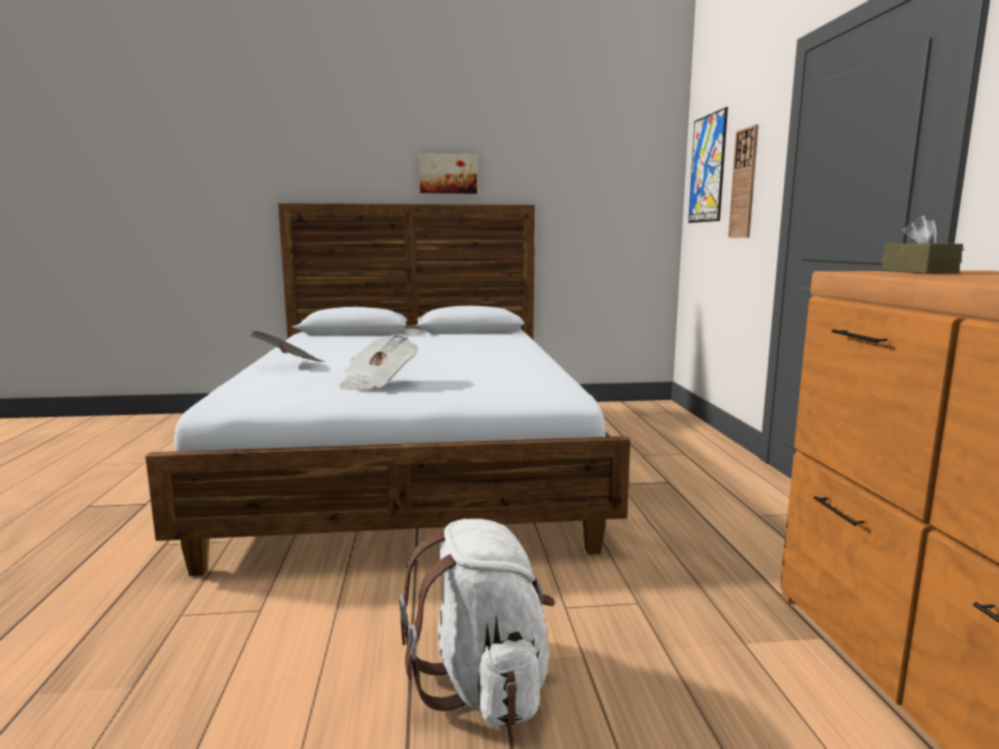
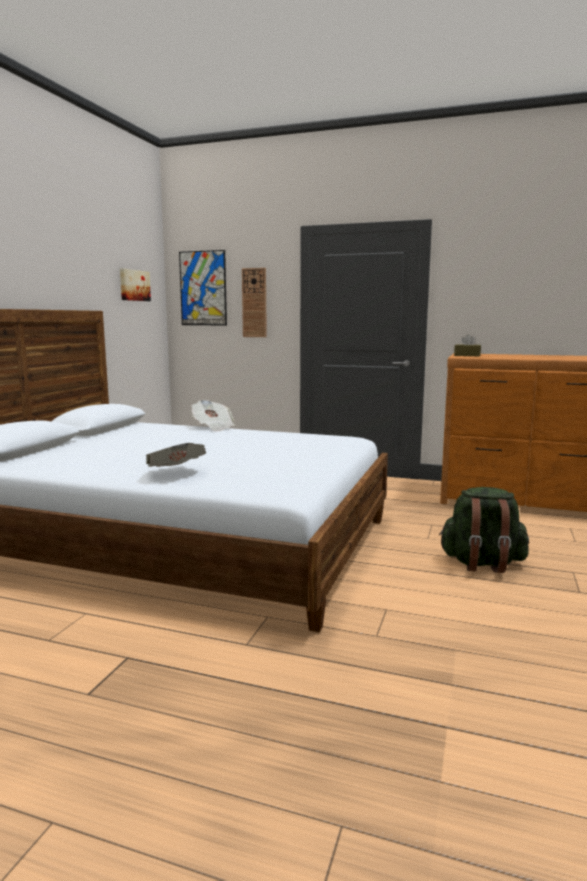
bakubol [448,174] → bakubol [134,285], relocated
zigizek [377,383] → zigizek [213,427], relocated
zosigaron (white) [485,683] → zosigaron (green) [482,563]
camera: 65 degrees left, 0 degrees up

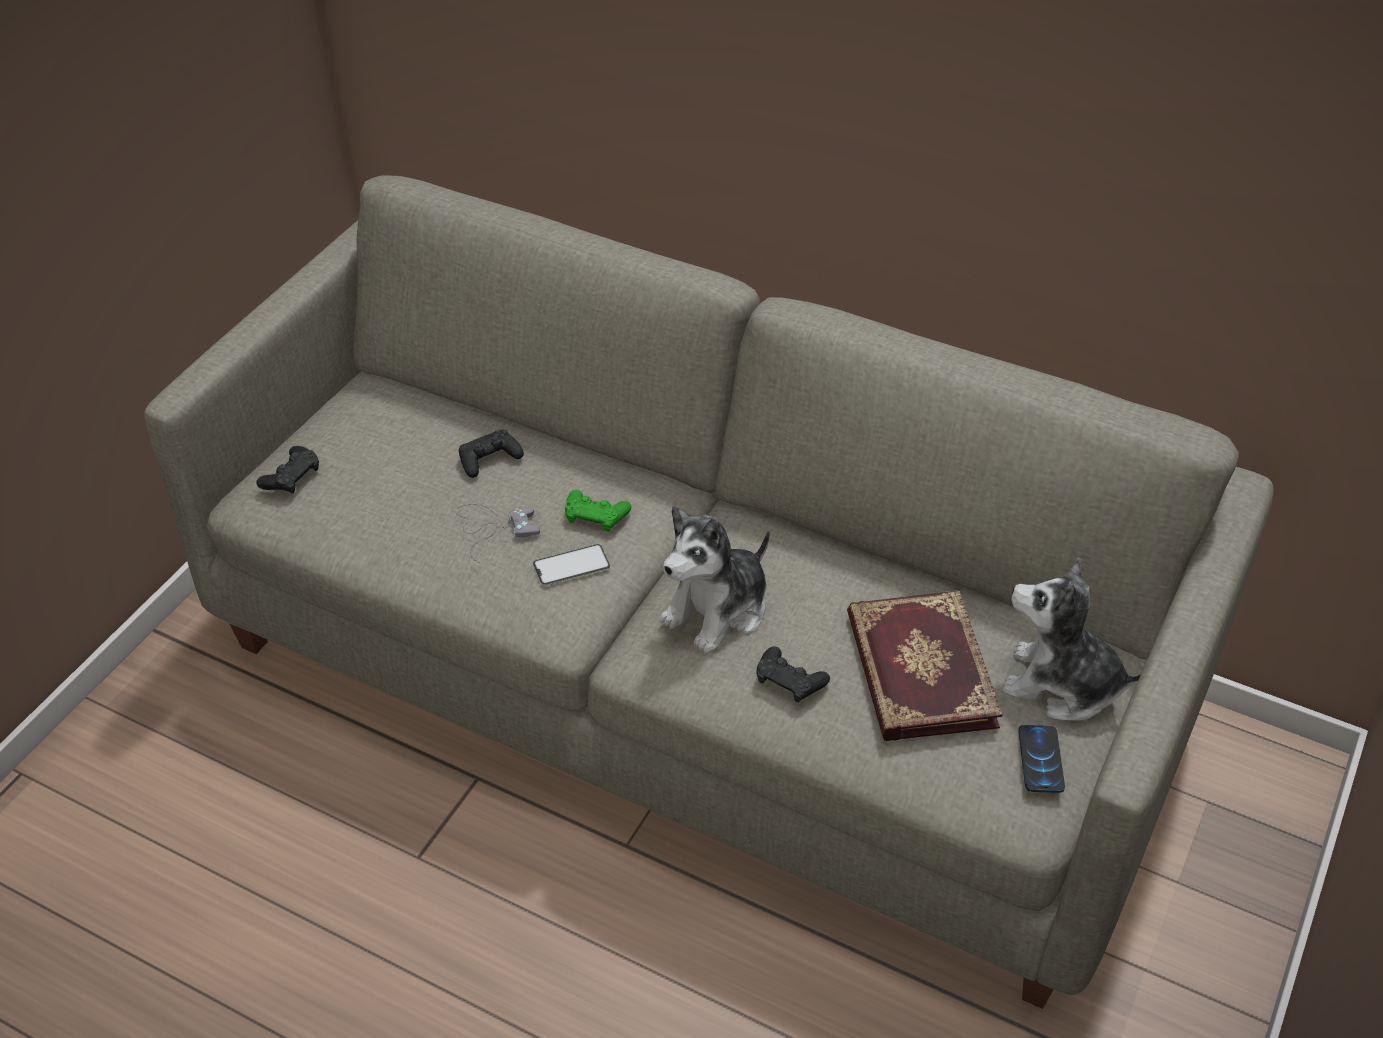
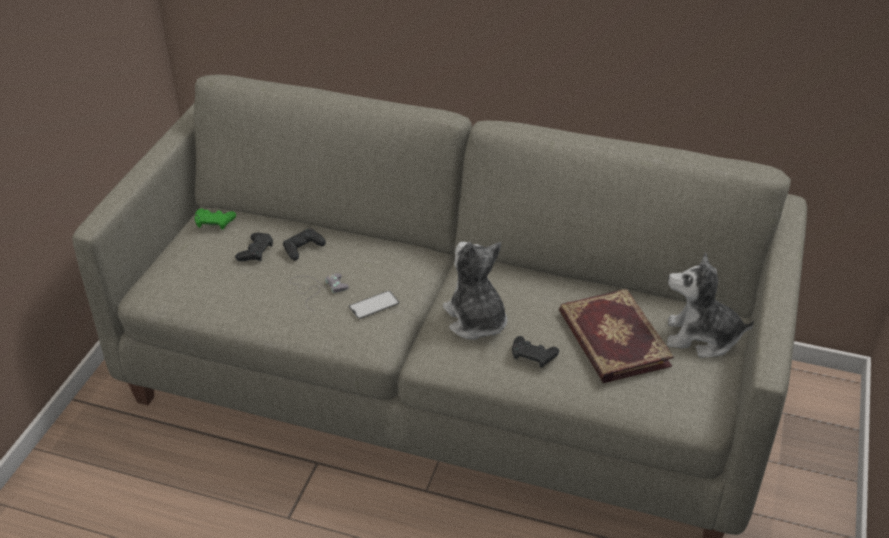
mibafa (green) [596,515] → mibafa (green) [214,222], relocated
mibafa (black) [291,476] → mibafa (black) [255,252], relocated
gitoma [718,610] → gitoma [476,320], 120 degrees clockwise
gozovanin [1040,760] → -
camera: 10 degrees left, 5 degrees down

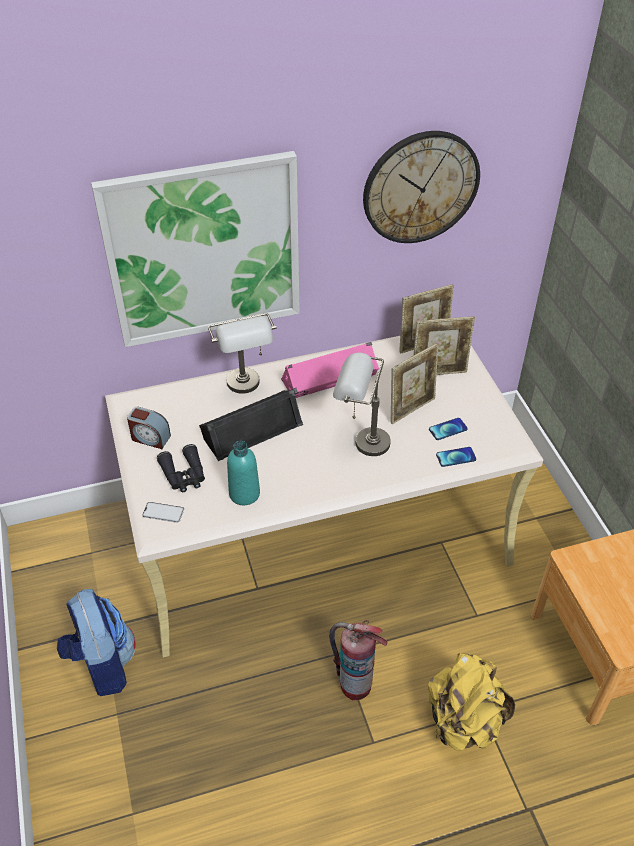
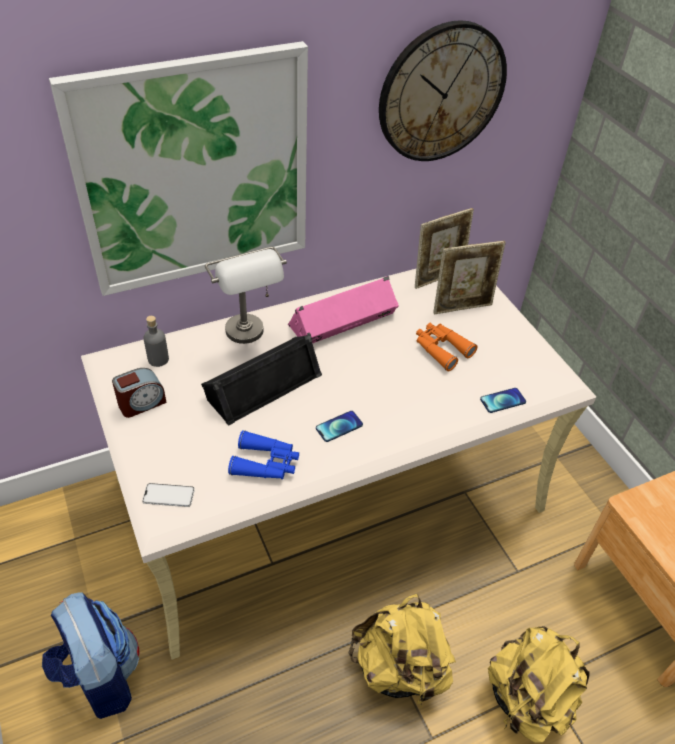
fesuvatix [150,438] → fesuvatix [141,403], 45 degrees counterclockwise
- → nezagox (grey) [158,359]
nezagox (turquoise) [244,494] → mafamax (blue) [266,463]
gozovanin [448,429] → gozovanin [339,427], relocated
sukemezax [355,684] → zosigaron (yellow) [399,668]
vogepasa [411,409] → mafamax (orange) [441,349]
mafamax (black) [184,475] → -
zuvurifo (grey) [360,442] → -
camera: 10 degrees left, 0 degrees up

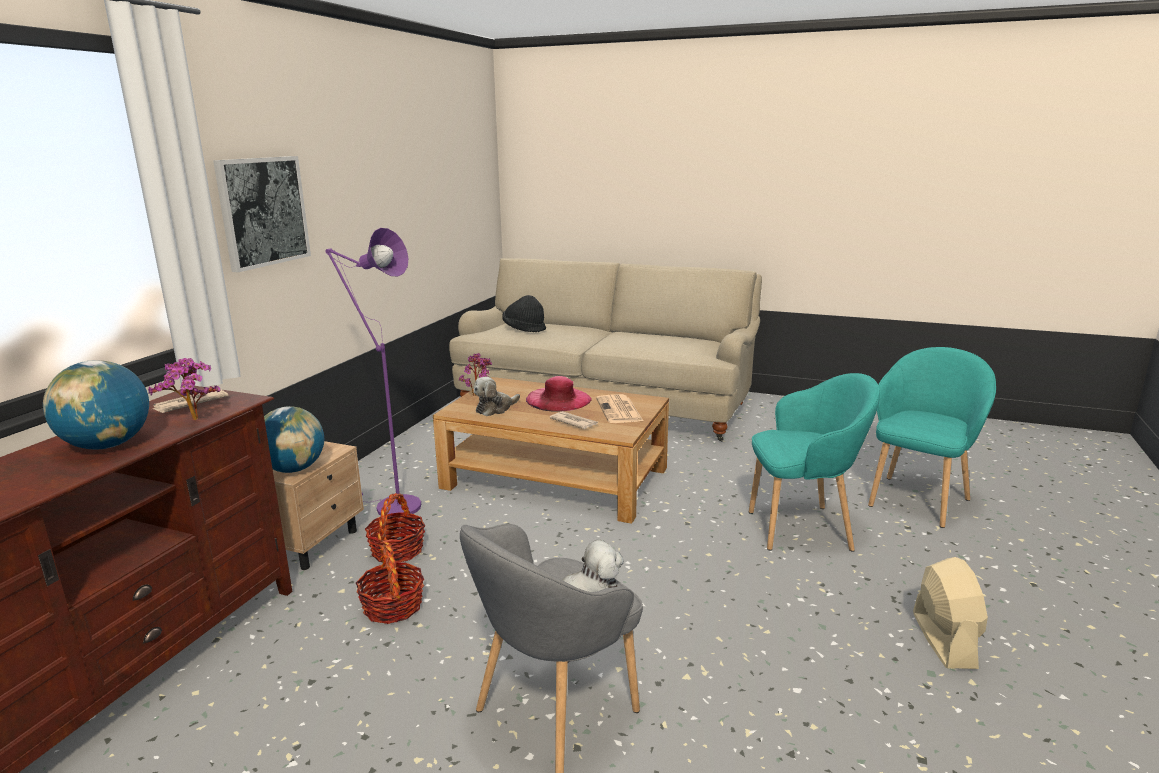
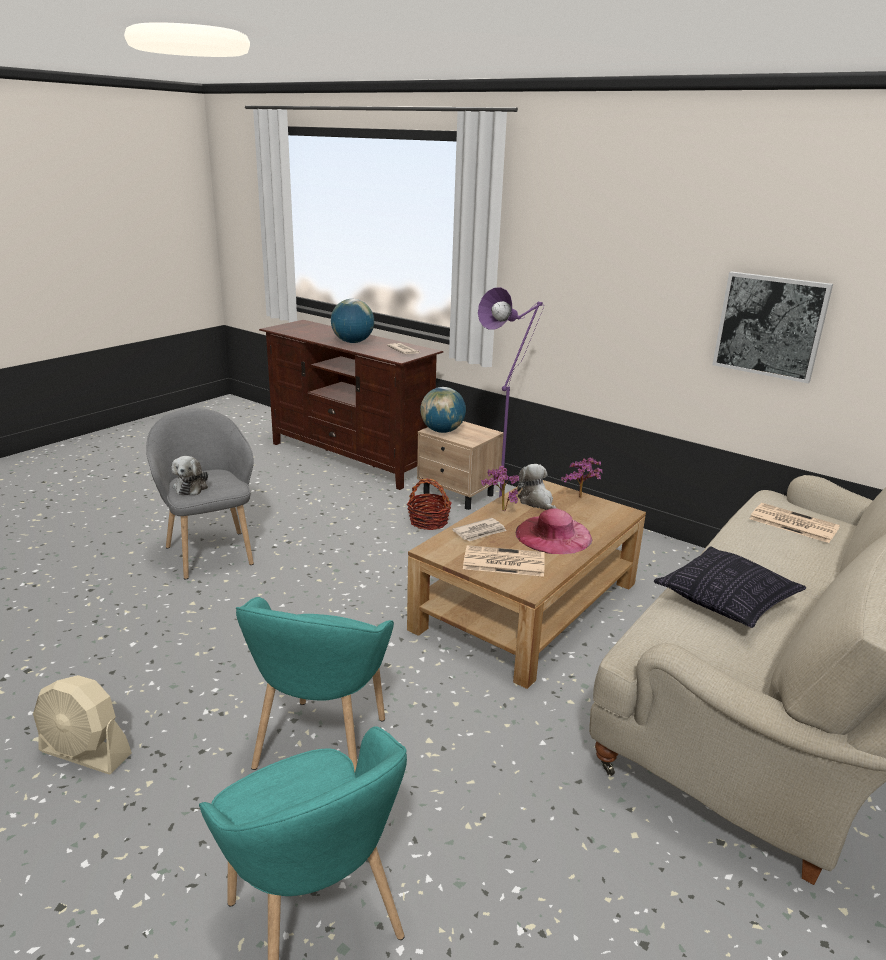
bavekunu [194,421] → bavekunu [500,510], relocated
- → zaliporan [725,601]
bakubol [263,211] → bakubol [770,326], relocated
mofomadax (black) [524,329] → zigizek [792,523]
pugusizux [393,607] → -
camera: 105 degrees right, 5 degrees up

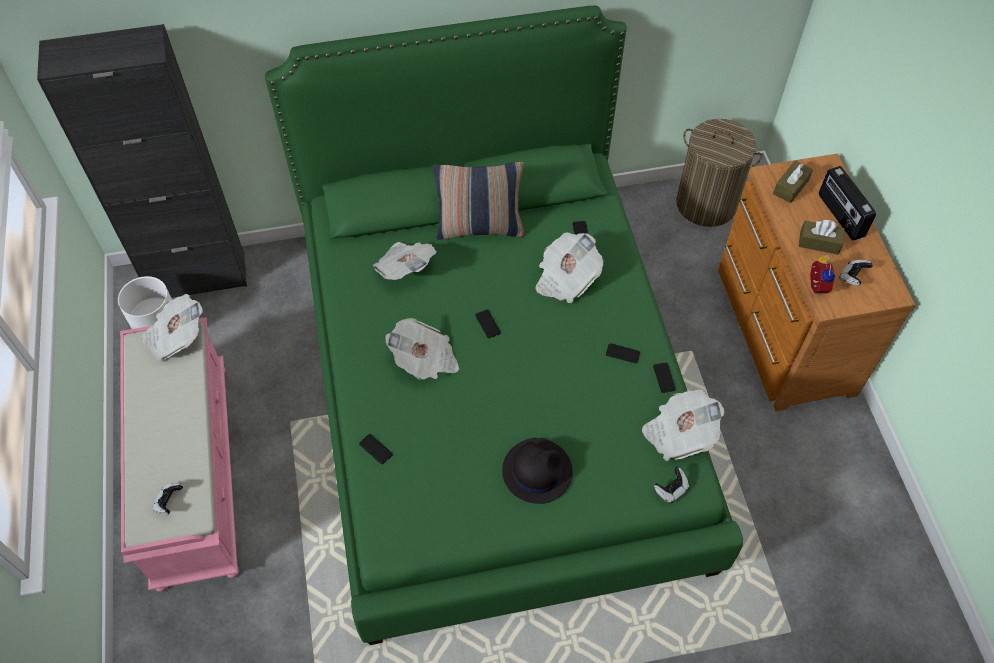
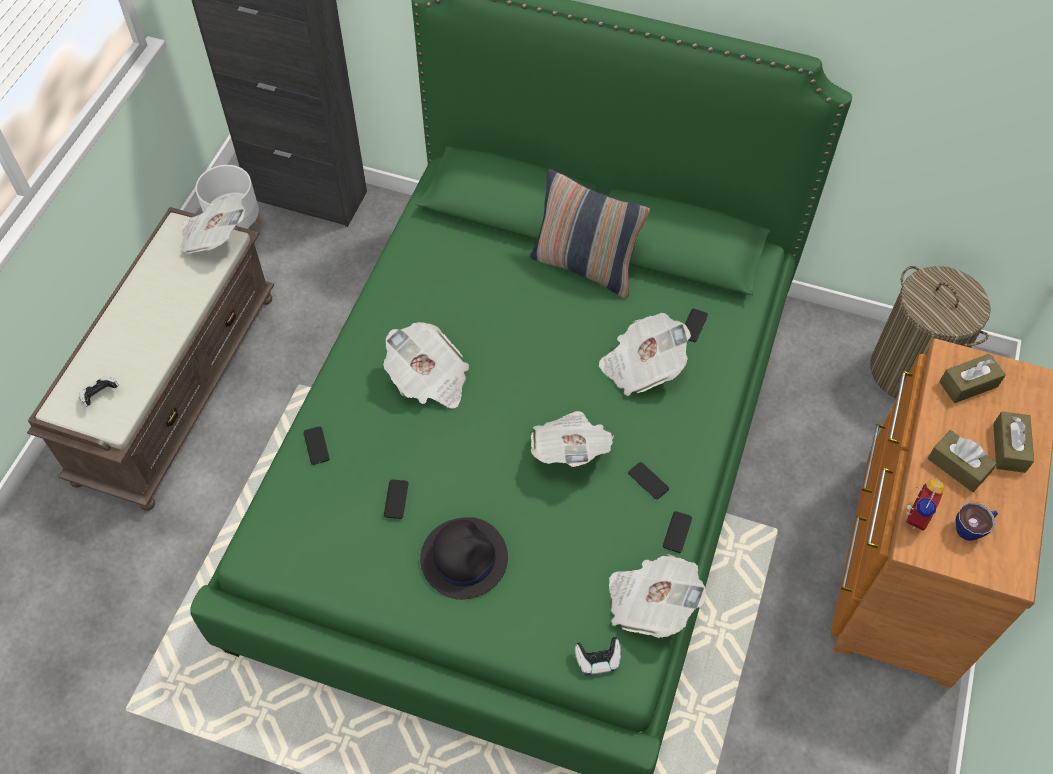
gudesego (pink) [191,471] → gudesego (brown) [176,385]
gozovanin [487,324] → gozovanin [396,499], relocated
zigizek [405,268] → zigizek [570,449], relocated
mibafa [852,277] → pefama [972,528]
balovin [840,216] → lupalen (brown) [1009,447]
camera: 30 degrees right, 0 degrees up

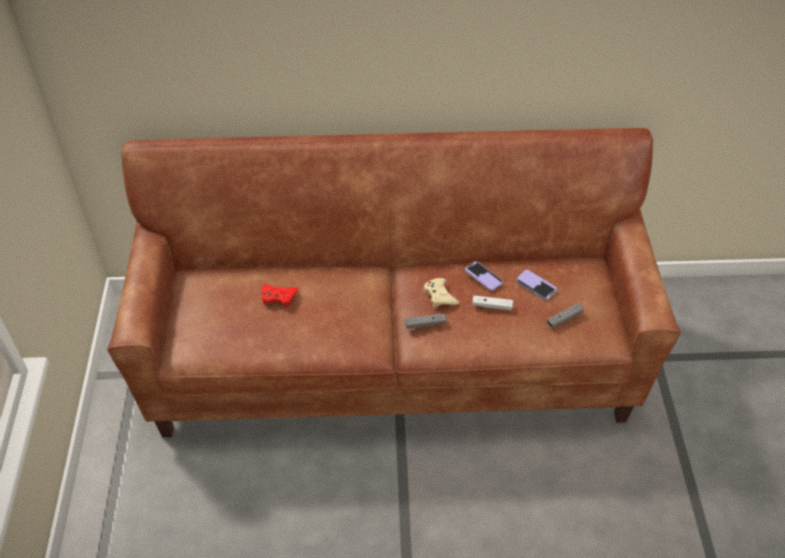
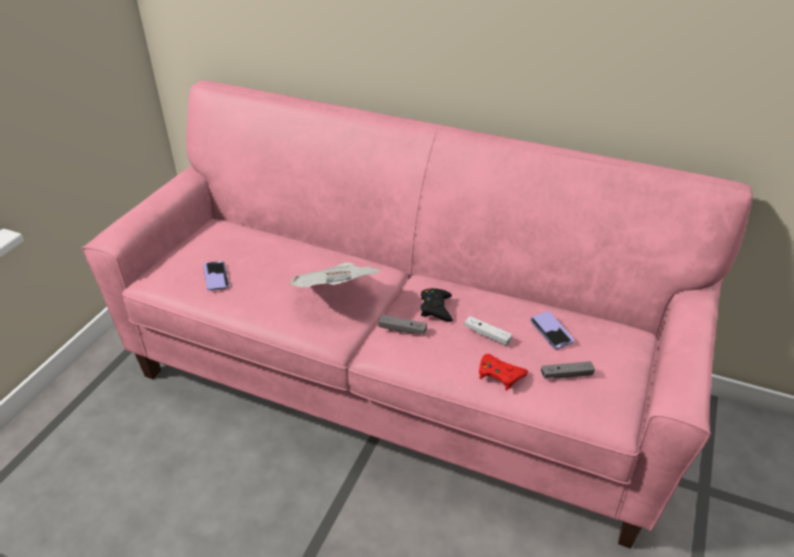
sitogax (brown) [391,360] → sitogax (pink) [397,385]
gozovanin [483,277] → gozovanin [216,277], relocated
- → zigizek [337,293]
mibafa (beige) [440,296] → mibafa (black) [436,308]
mibafa (red) [278,297] → mibafa (red) [500,374], relocated
camera: 25 degrees right, 10 degrees down

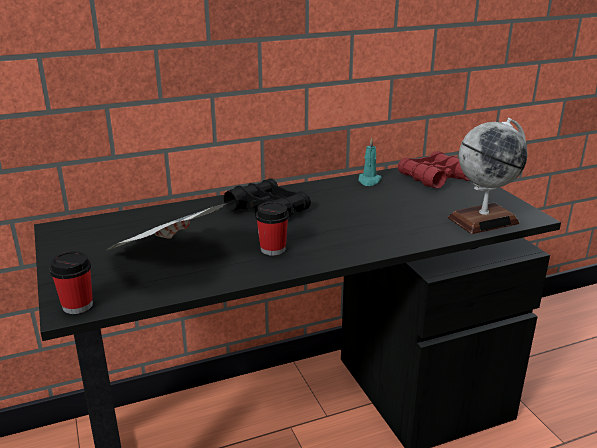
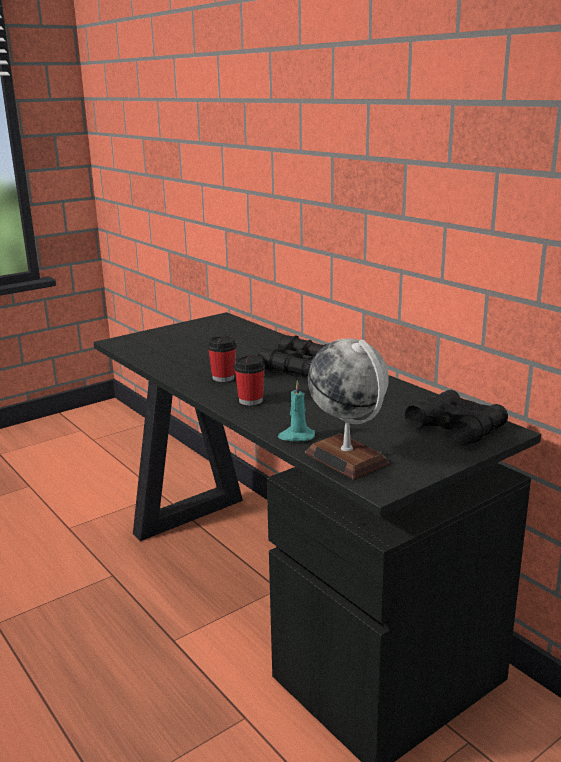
pefama [77,305] → pefama [250,400], relocated
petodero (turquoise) [369,181] → petodero (turquoise) [296,436], relocated
mafamax (red) [435,178] → mafamax (black) [455,427]
zigizek [168,257] → -
camera: 75 degrees right, 5 degrees down

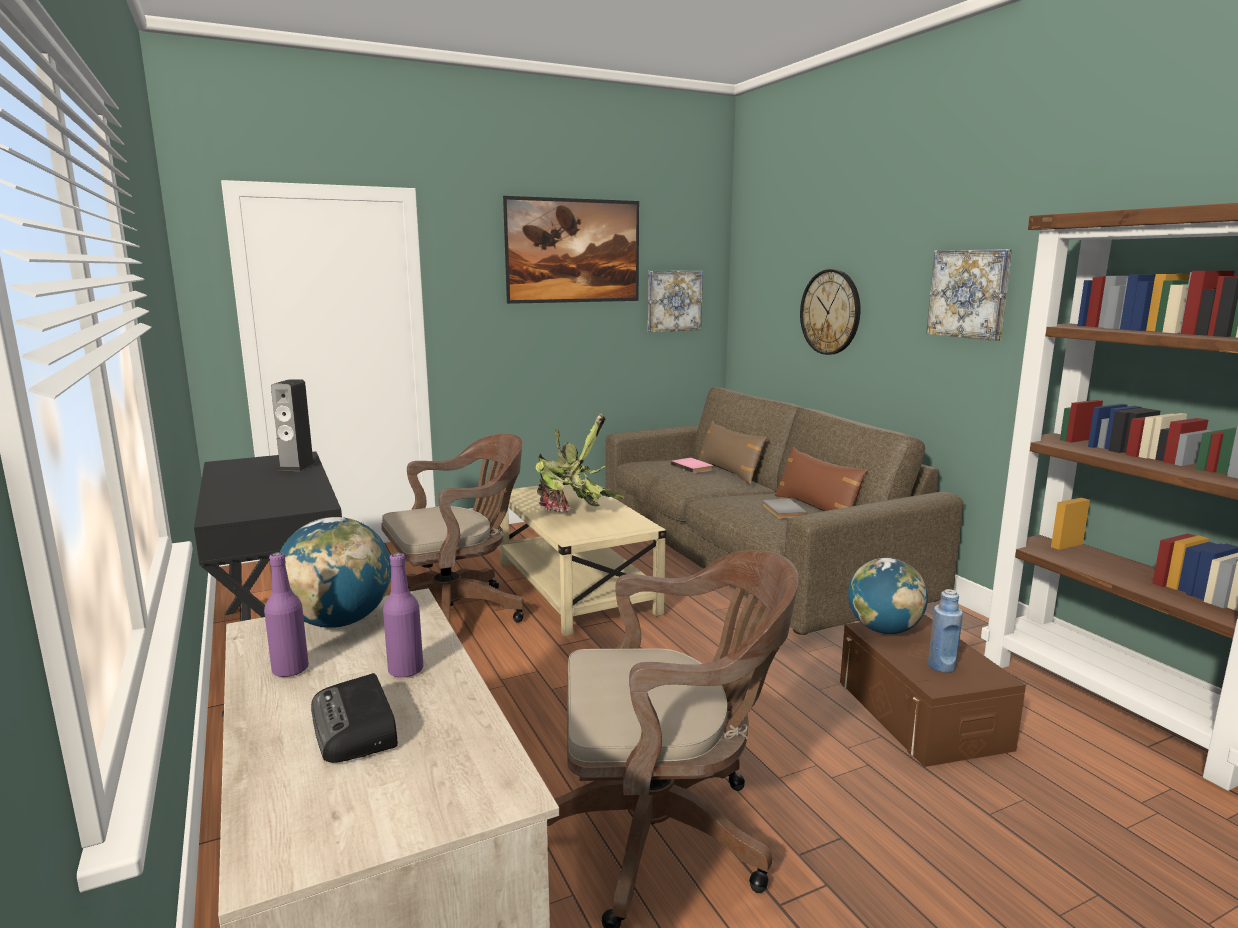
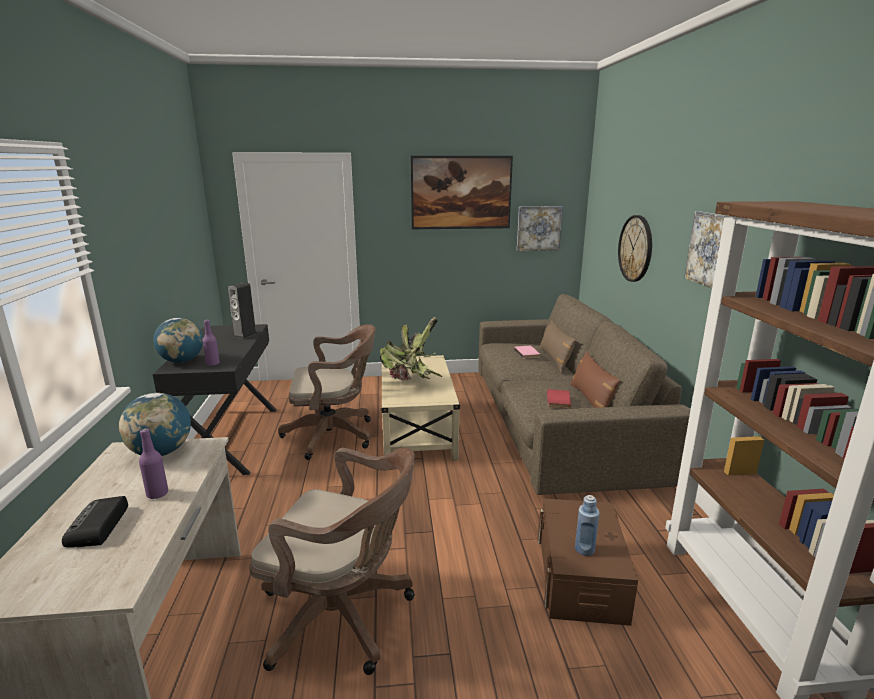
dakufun [884,630] → dakufun [182,361], relocated
nezagox (purple) [290,670] → nezagox (purple) [213,364], relocated
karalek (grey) [782,511] → karalek (red) [557,400]
camera: 20 degrees right, 5 degrees up

